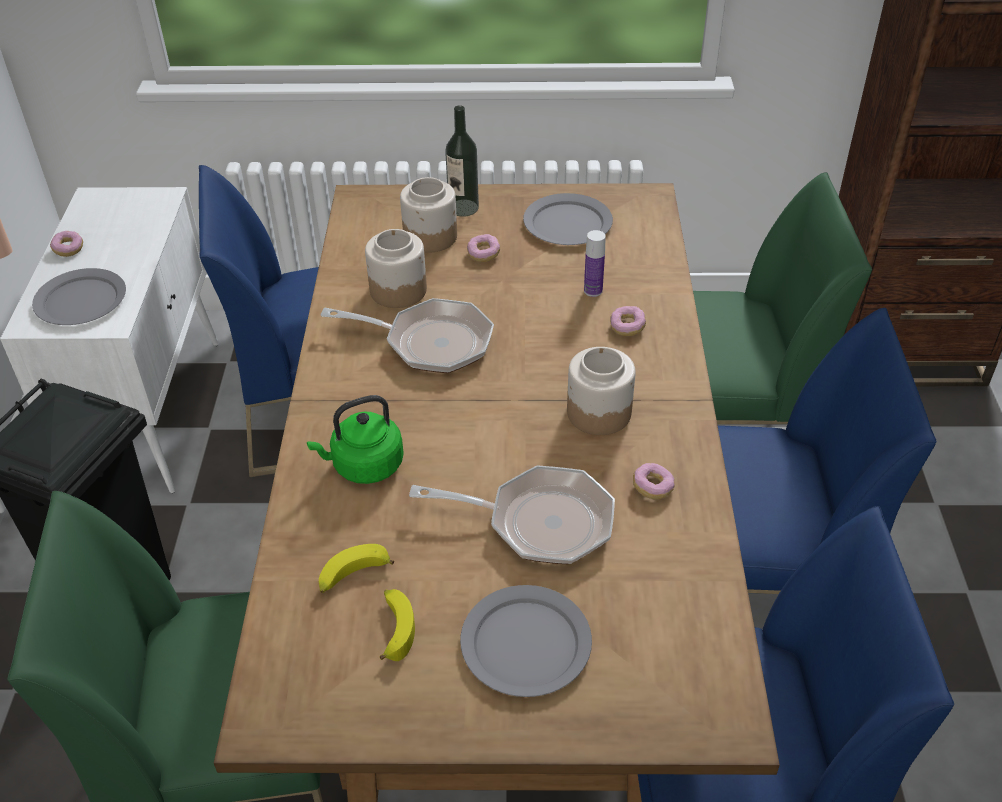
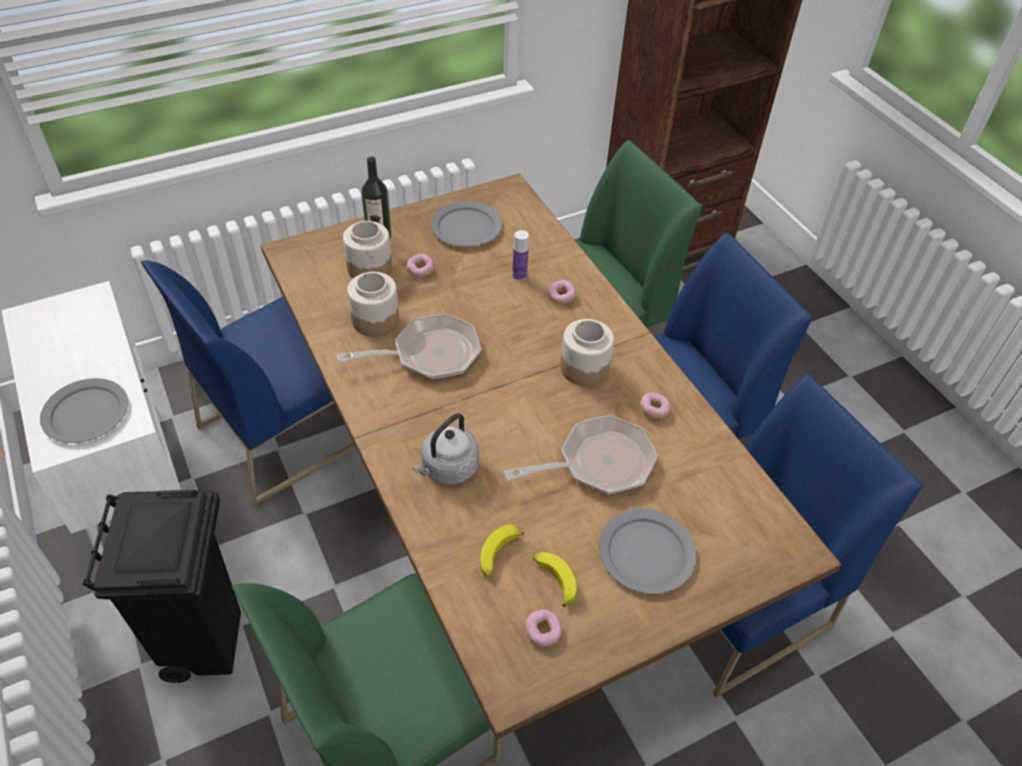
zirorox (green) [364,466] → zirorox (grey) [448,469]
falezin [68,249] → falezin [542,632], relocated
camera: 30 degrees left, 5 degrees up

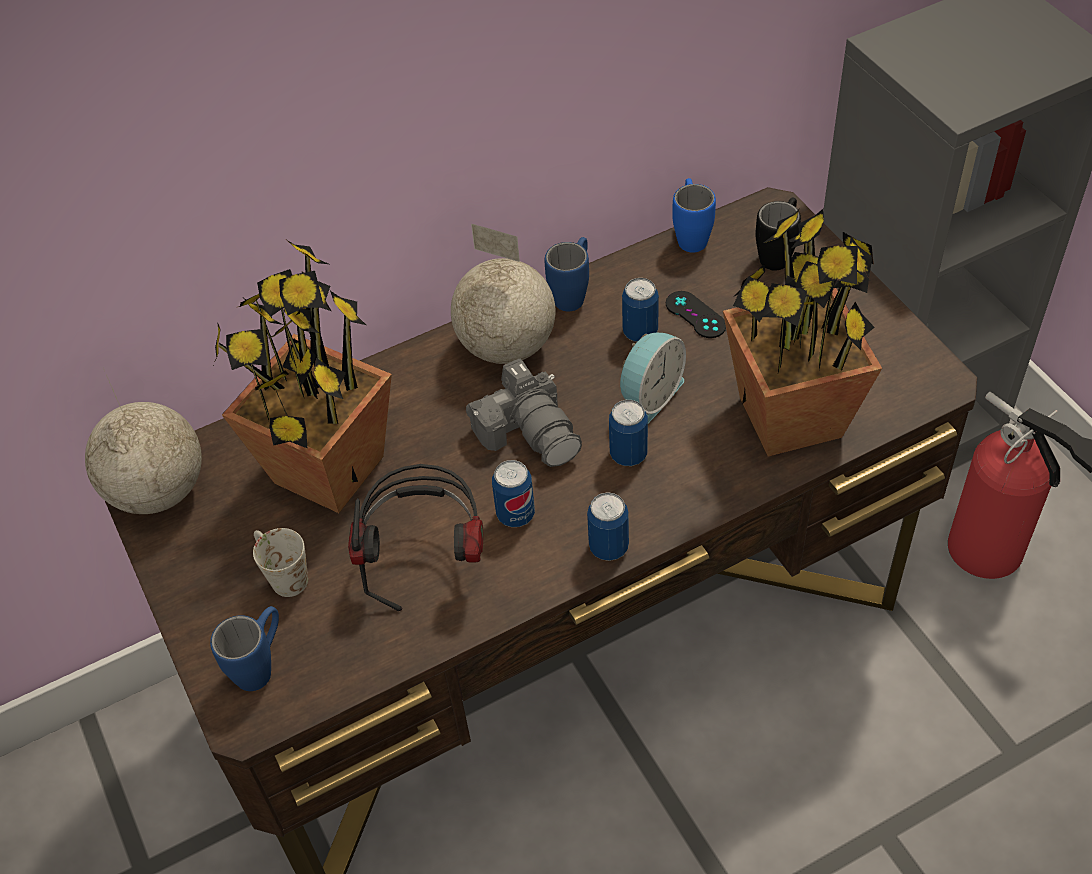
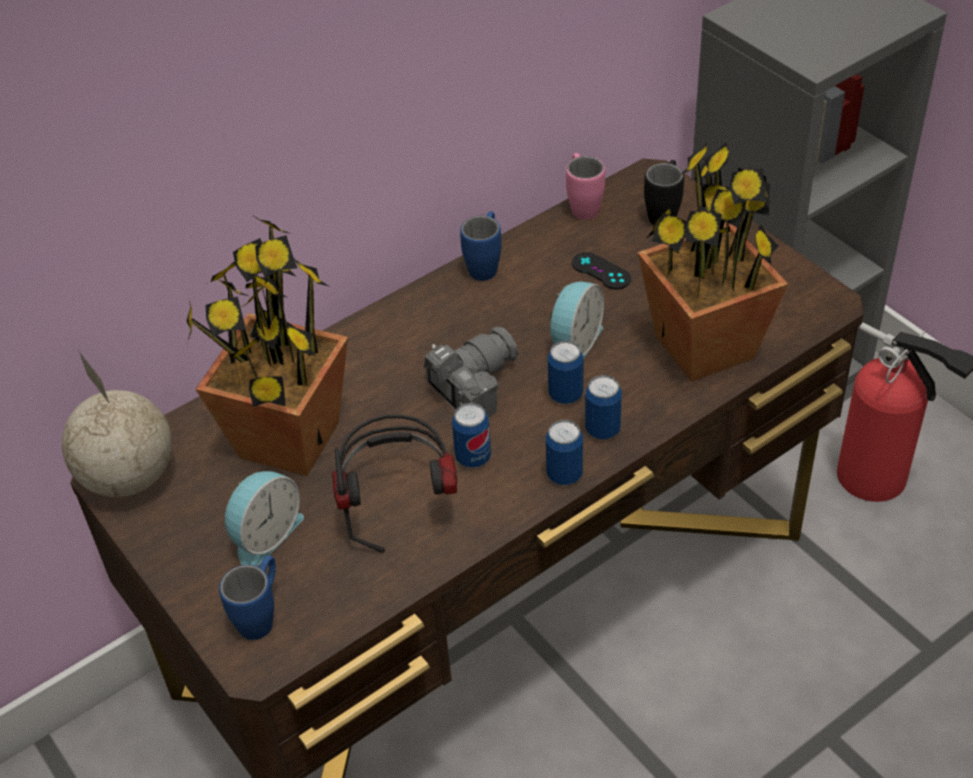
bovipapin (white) [282,574] → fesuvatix [264,535]
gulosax [529,431] → gulosax [471,386], 90 degrees counterclockwise
bovipapin (blue) [691,235] → bovipapin (pink) [582,205]
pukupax [640,332] → pukupax [602,429], relocated
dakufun [507,347] → -
camera: 10 degrees left, 5 degrees down

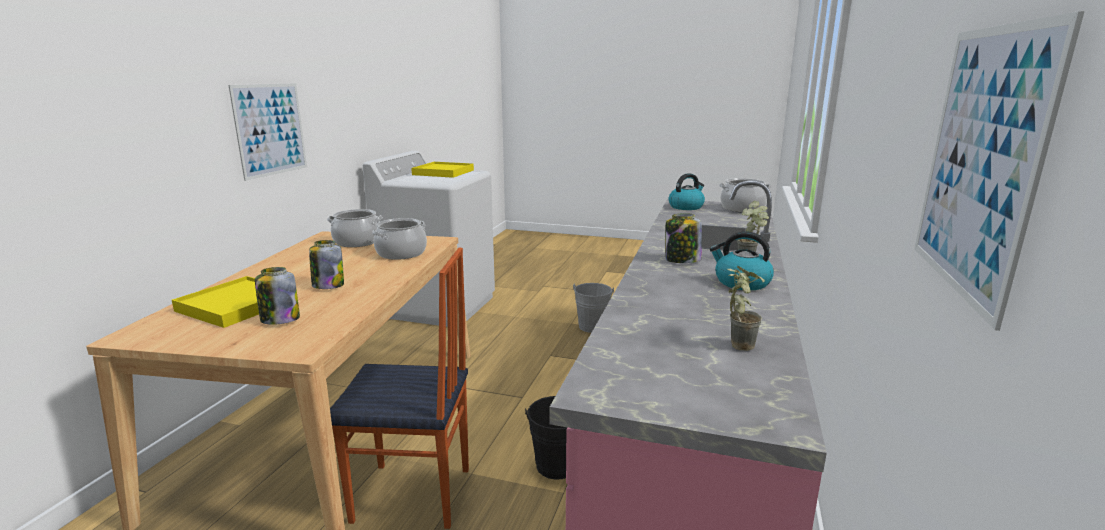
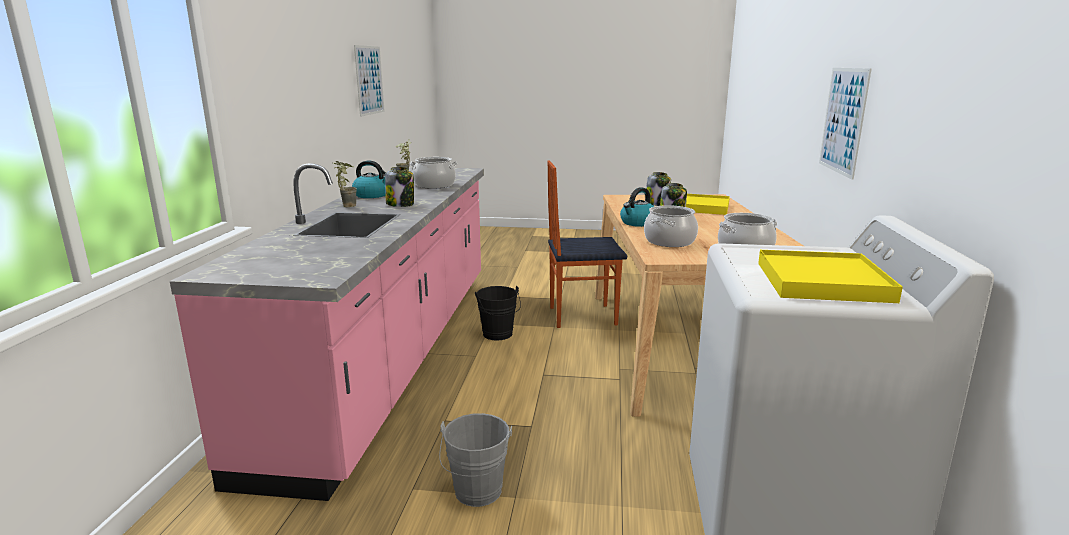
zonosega [742,208] → zonosega [434,185], relocated
zirorox [686,207] → zirorox [638,223], relocated
camera: 170 degrees right, 0 degrees up

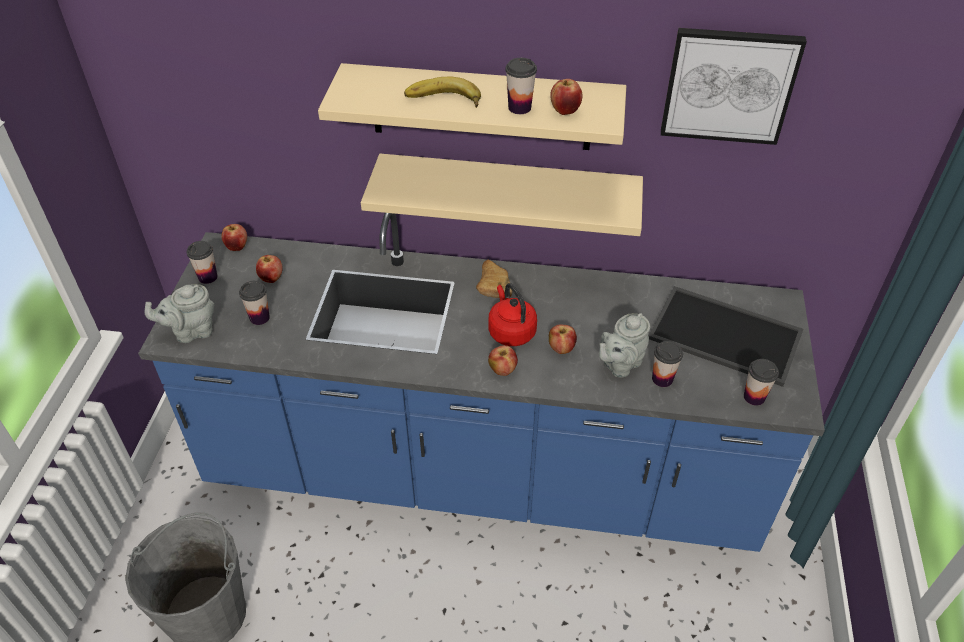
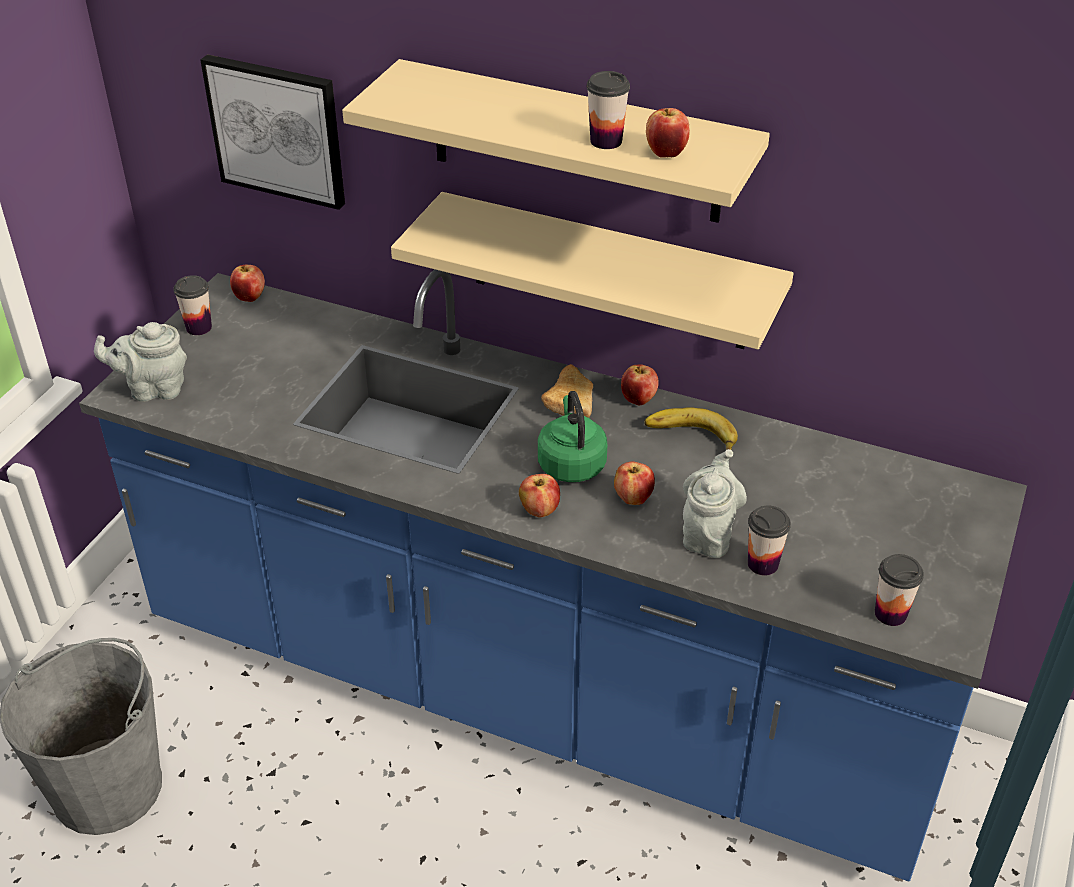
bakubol [729,85] → bakubol [277,130], relocated
zirorox (red) [510,331] → zirorox (green) [571,463]
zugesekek [271,278] → zugesekek [638,399], relocated
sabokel [443,101] → sabokel [690,438], relocated
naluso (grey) [620,364] → naluso (grey) [708,534], 135 degrees clockwise
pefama [259,318] → -
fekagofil [727,334] → -
camera: 15 degrees right, 5 degrees down

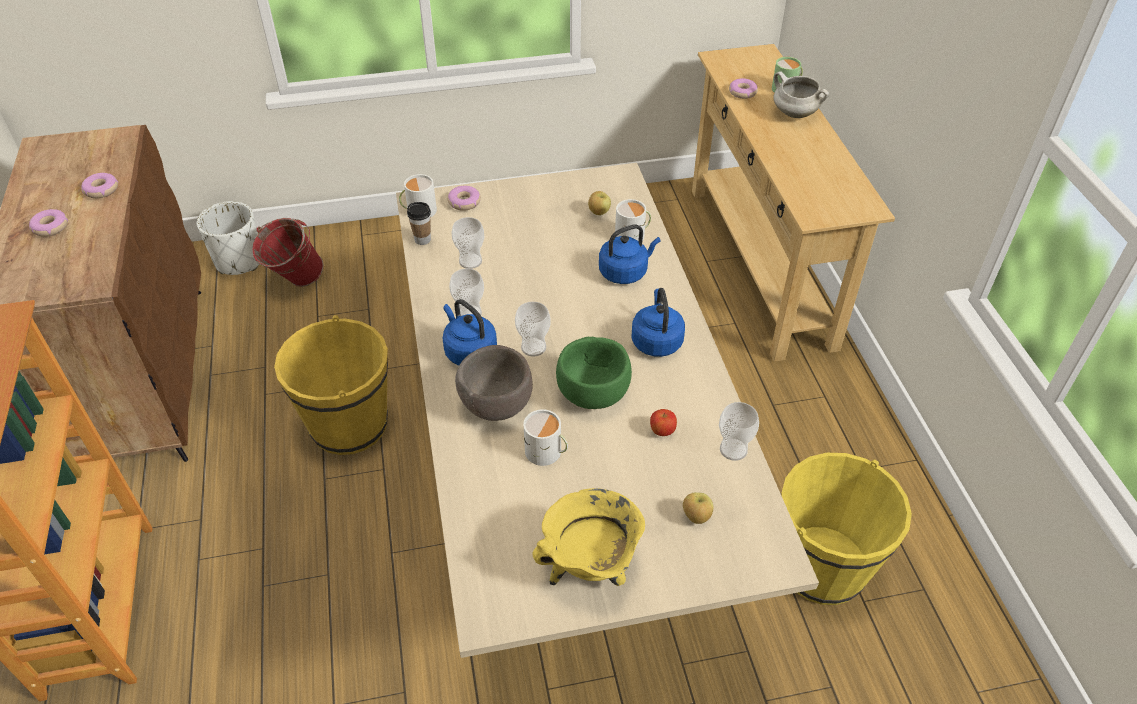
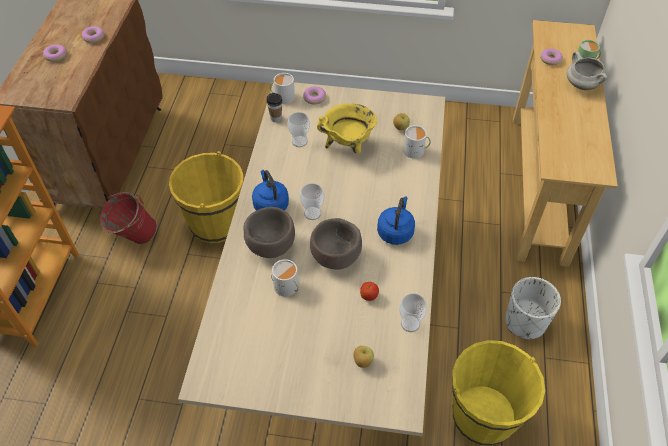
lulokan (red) [295,282] → lulokan (red) [134,238], relocated
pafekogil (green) [593,394] → pafekogil (brown) [336,257]
zonosega (yellow) [590,567] → zonosega (yellow) [348,146], relocated
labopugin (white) [239,261] → labopugin (white) [525,322], relocated
pefama [469,313] → -
zirorox (blue) [625,272] → -
camera: 20 degrees right, 5 degrees up

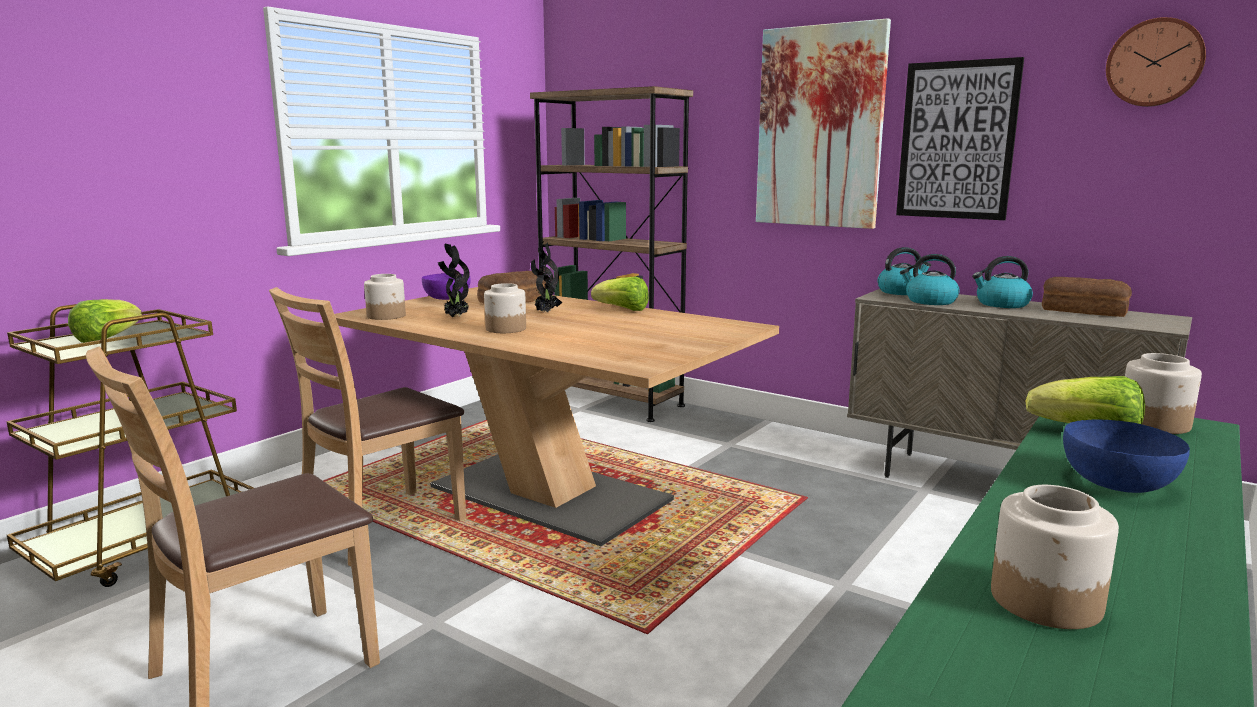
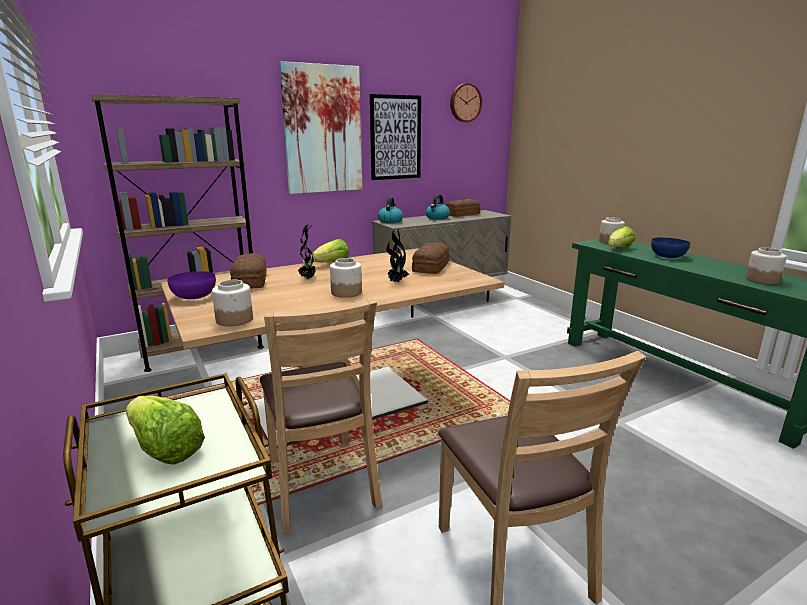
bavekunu [455,317] → bavekunu [396,282], relocated
- → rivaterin [432,267]
zirorox [930,301] → -
camera: 65 degrees left, 5 degrees up

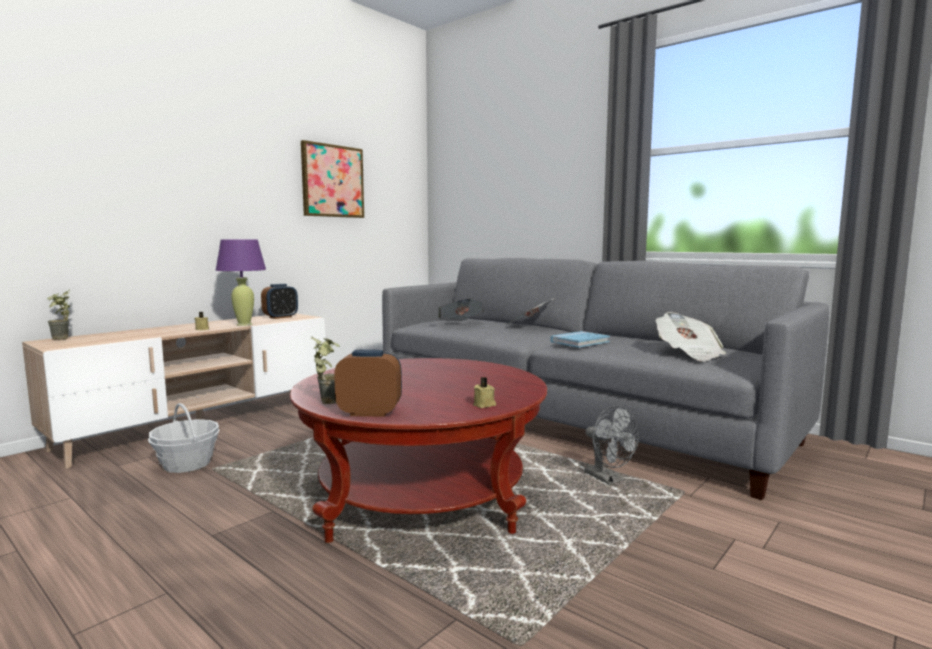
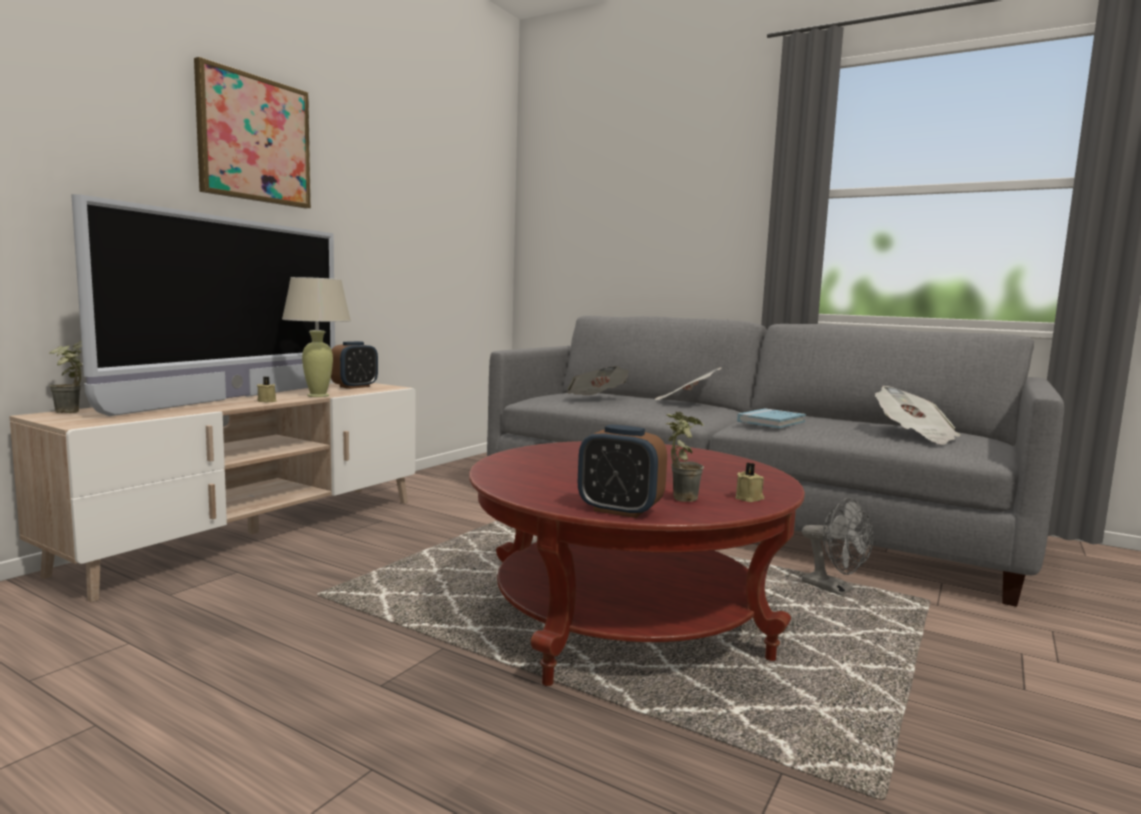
- → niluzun [234,398]
bakubol [332,181] → bakubol [254,139], relocated
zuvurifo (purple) [244,324] → zuvurifo (beige) [318,395]
fesuvatix [369,413] → fesuvatix [619,510], 150 degrees counterclockwise
bavekunu [327,400] → bavekunu [678,497], relocated
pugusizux [187,464] → -
camera: 10 degrees left, 0 degrees up

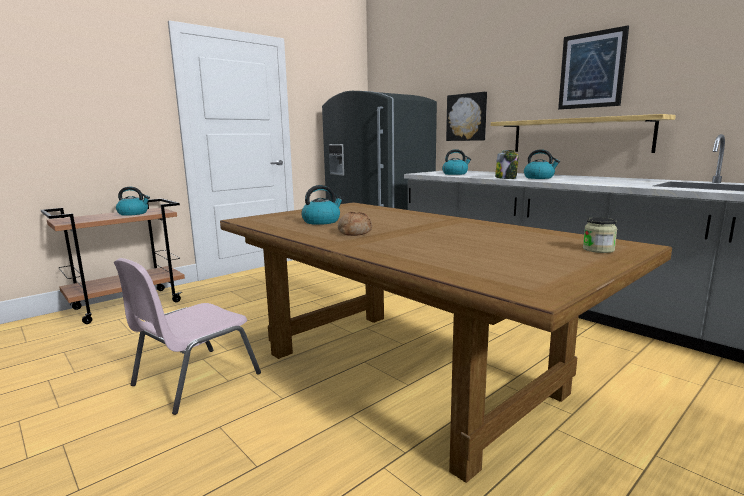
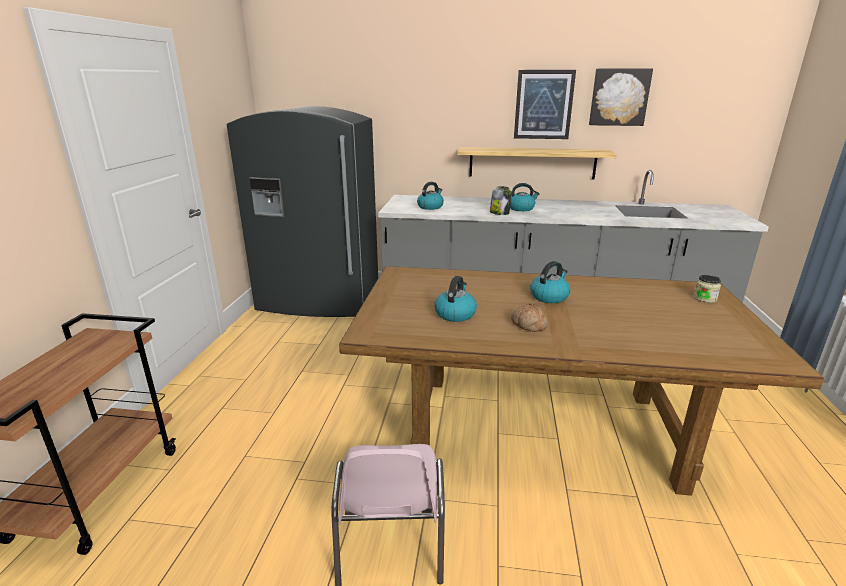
zirorox [134,213] → zirorox [549,296], relocated
bakubol [467,117] → bakubol [619,97], relocated
camera: 40 degrees left, 10 degrees up

